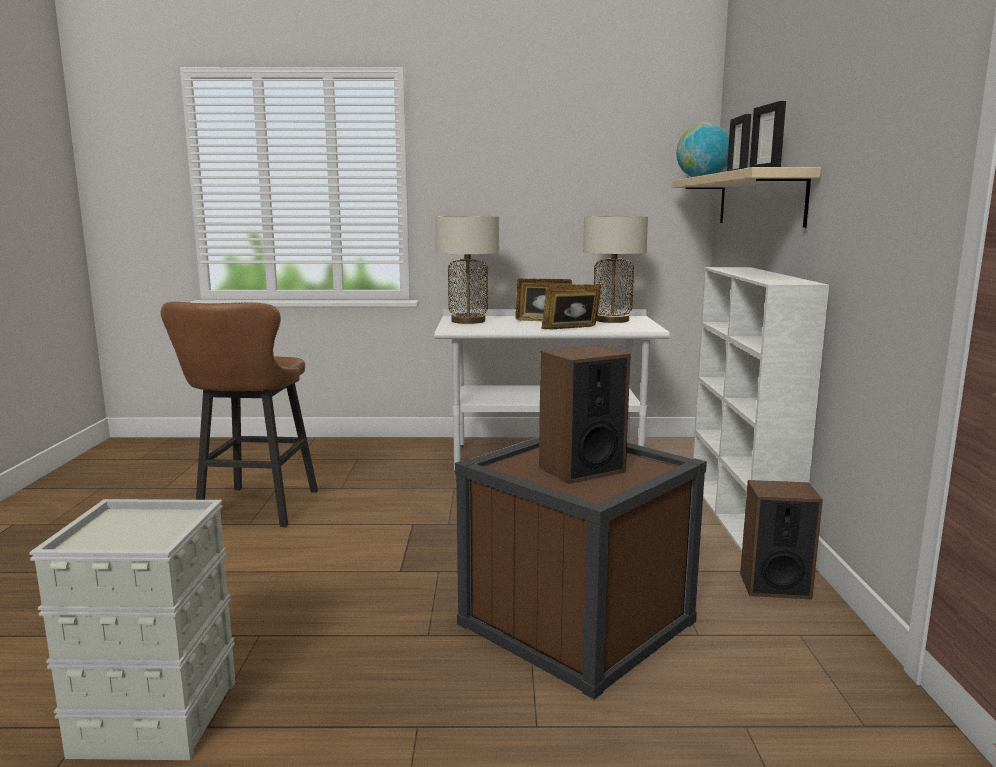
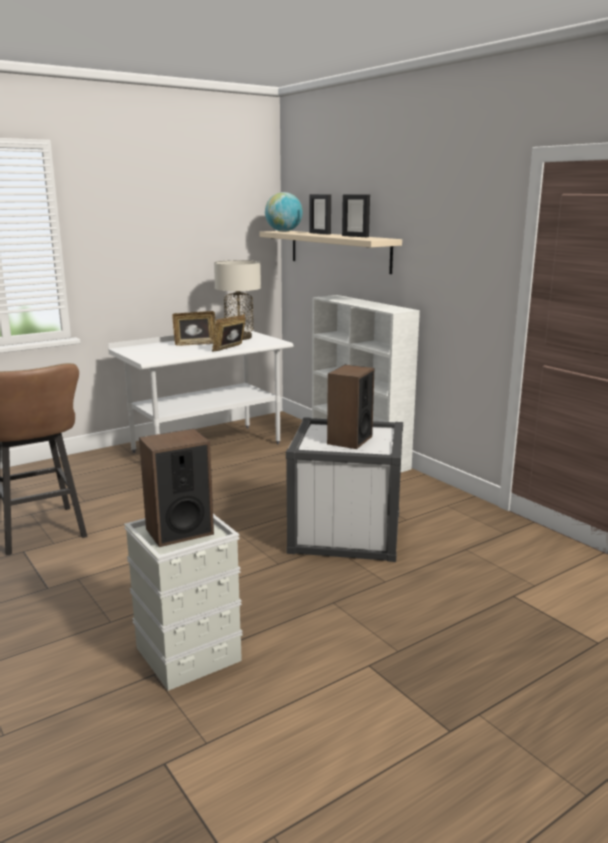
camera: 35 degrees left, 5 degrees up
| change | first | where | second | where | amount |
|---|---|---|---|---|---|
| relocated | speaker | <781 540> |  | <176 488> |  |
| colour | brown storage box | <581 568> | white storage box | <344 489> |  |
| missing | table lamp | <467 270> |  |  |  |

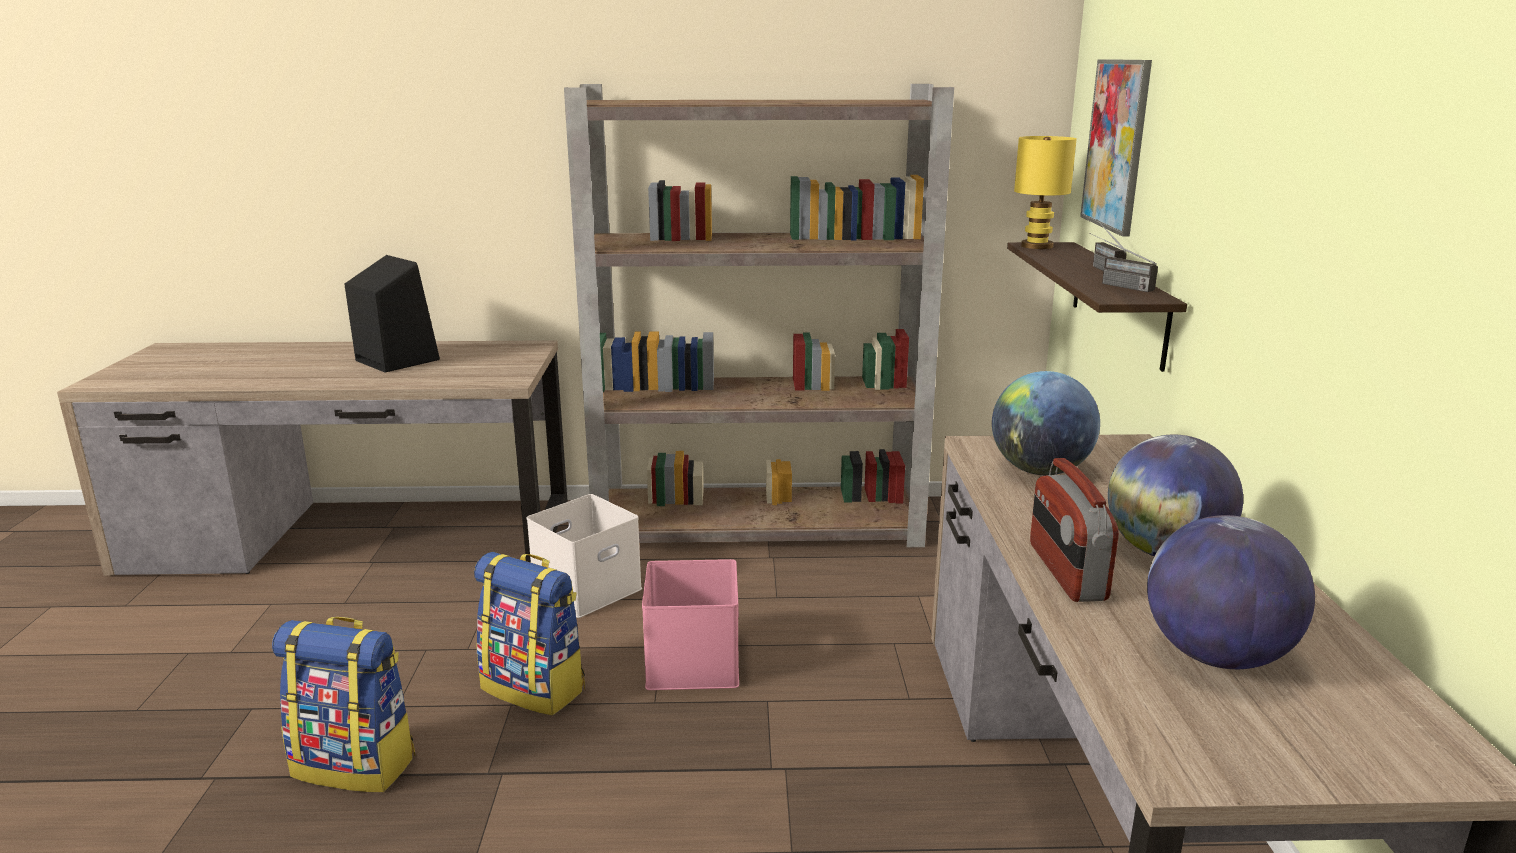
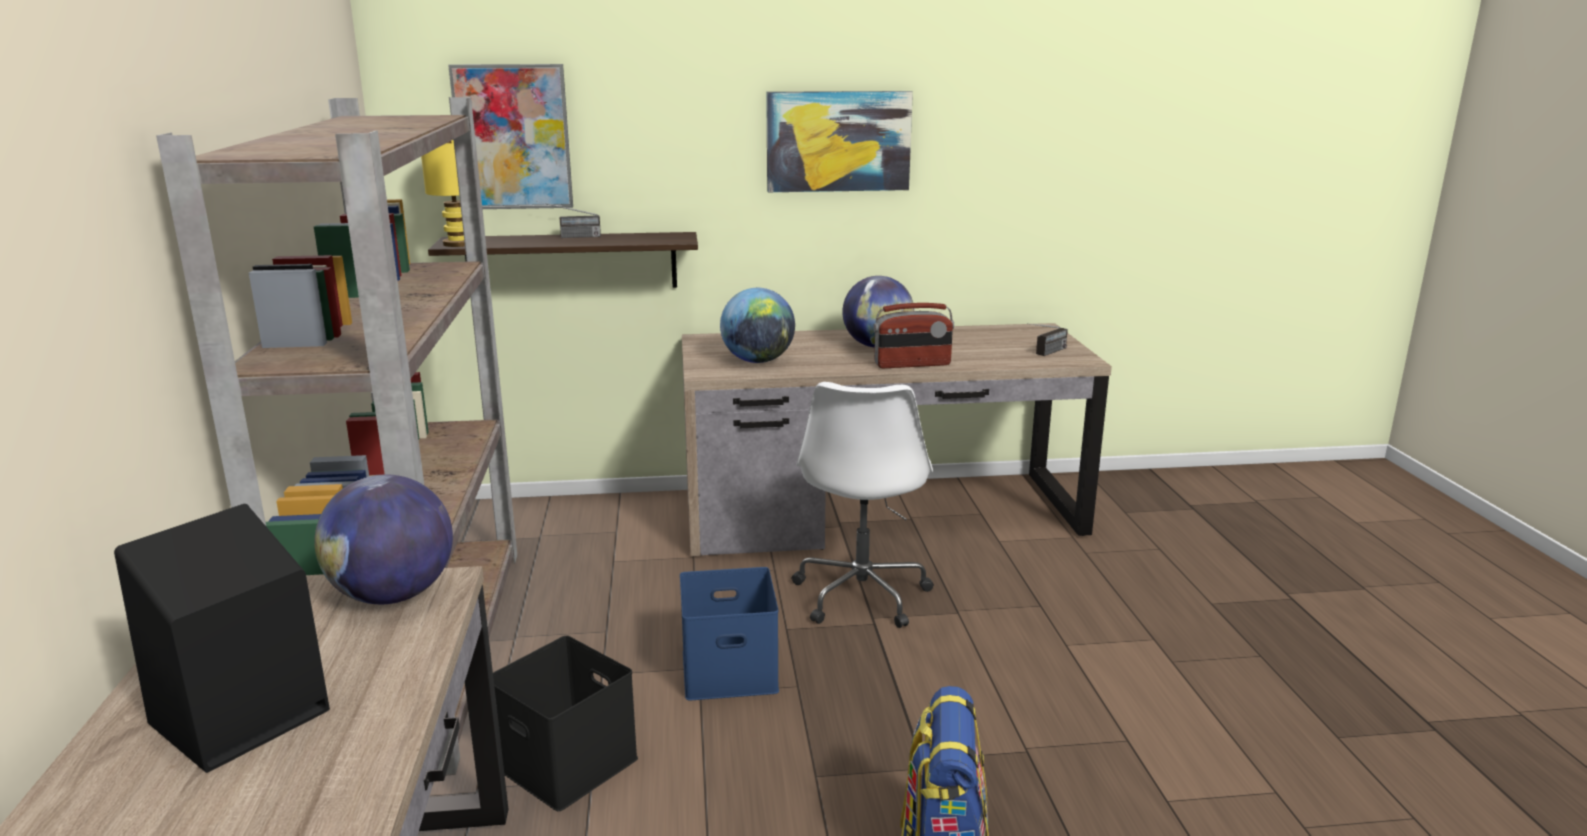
camera: 95 degrees left, 0 degrees up
| change | first | where | second | where | amount |
|---|---|---|---|---|---|
| relocated | globe | <1231 592> |  | <383 539> |  |
| colour | white storage box | <584 556> | black storage box | <565 723> |  |
| colour | pink storage box | <690 624> | blue storage box | <729 633> |  |
| appeared |  |  | picture | <839 141> |  |
| appeared |  |  | white office chair | <862 505> |  |
| relocated | radio | <1123 262> |  | <1047 339> |  |
| missing | backpack | <529 634> |  |  |  |

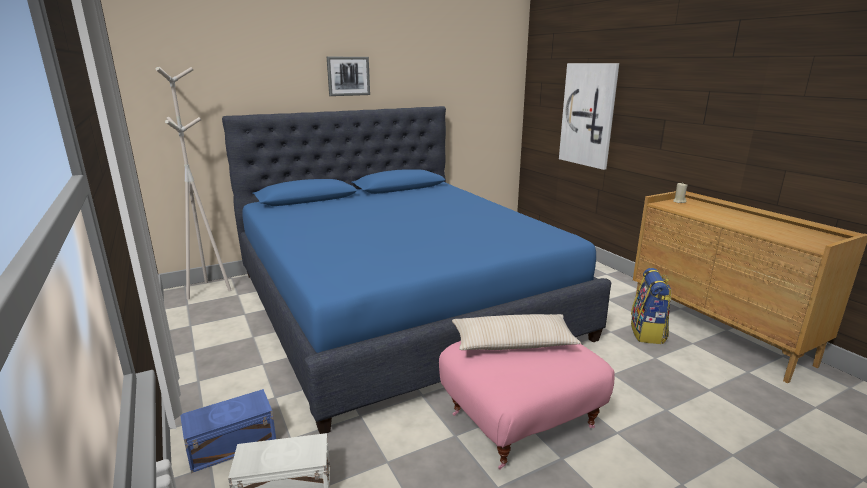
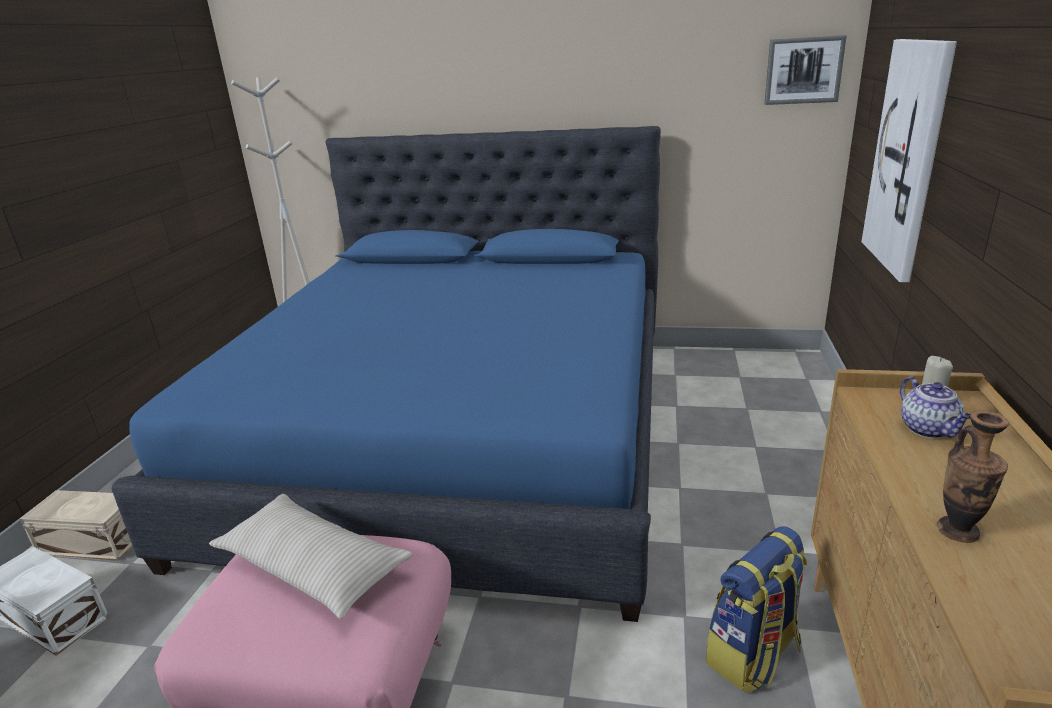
camera: 40 degrees right, 5 degrees up
| change | first | where | second | where | amount |
|---|---|---|---|---|---|
| colour | blue storage box | <228 431> | beige storage box | <76 525> |  |
| relocated | picture | <348 76> |  | <806 70> |  |
| appeared |  |  | teapot | <935 407> |  |
| appeared |  |  | vase | <973 477> |  |

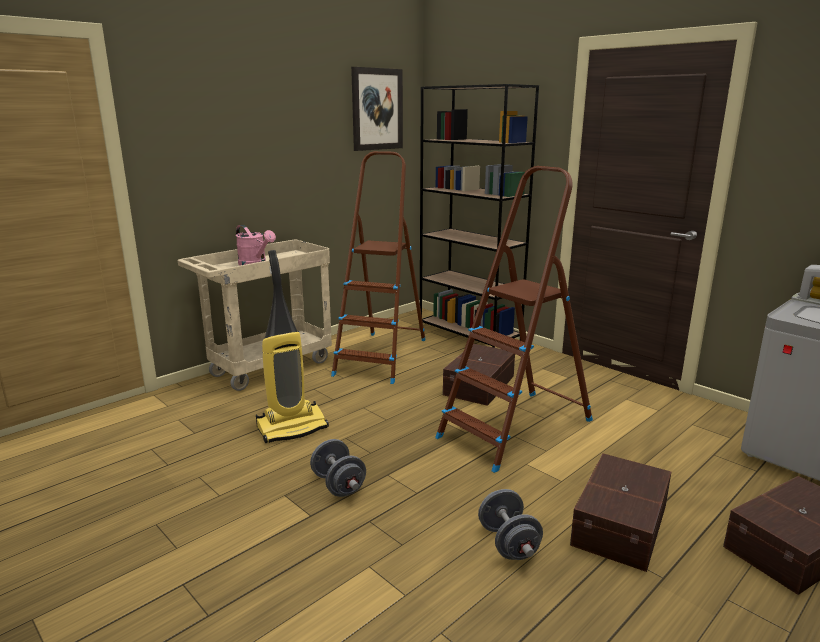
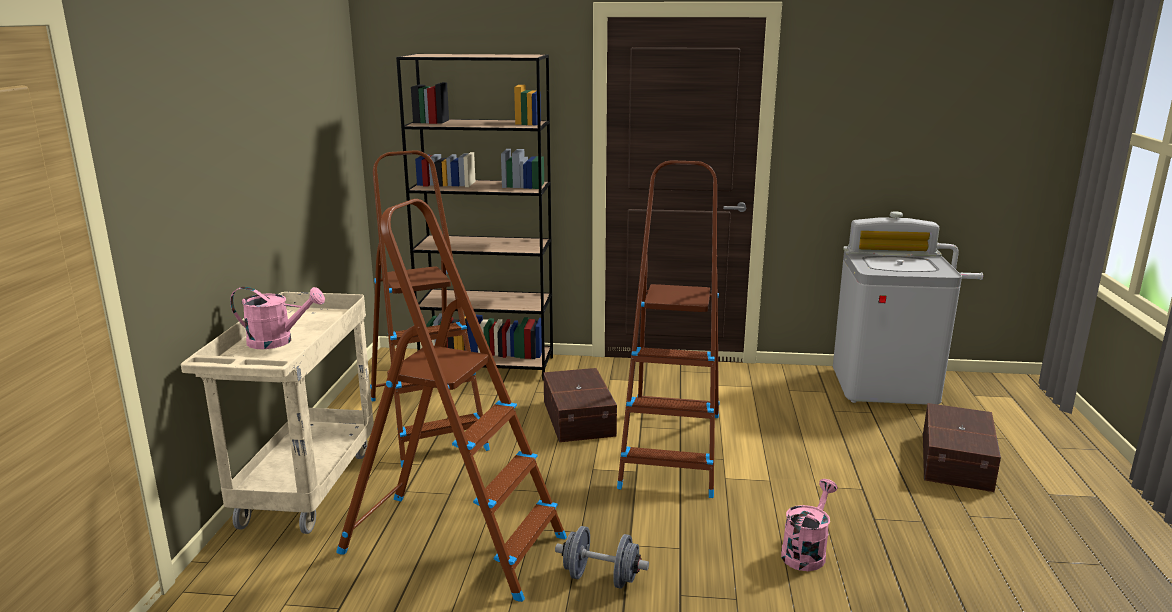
camera: 40 degrees left, 0 degrees up
| change | first | where | second | where | amount |
|---|---|---|---|---|---|
| exchanged | vacuum cleaner | <292 346> | brown step ladder | <451 400> |  |
| exchanged | grey dumbbell | <510 524> | pink watering can | <809 525> |  |
| missing | picture | <377 109> |  |  |  |
| missing | brown storage box | <620 512> |  |  |  |

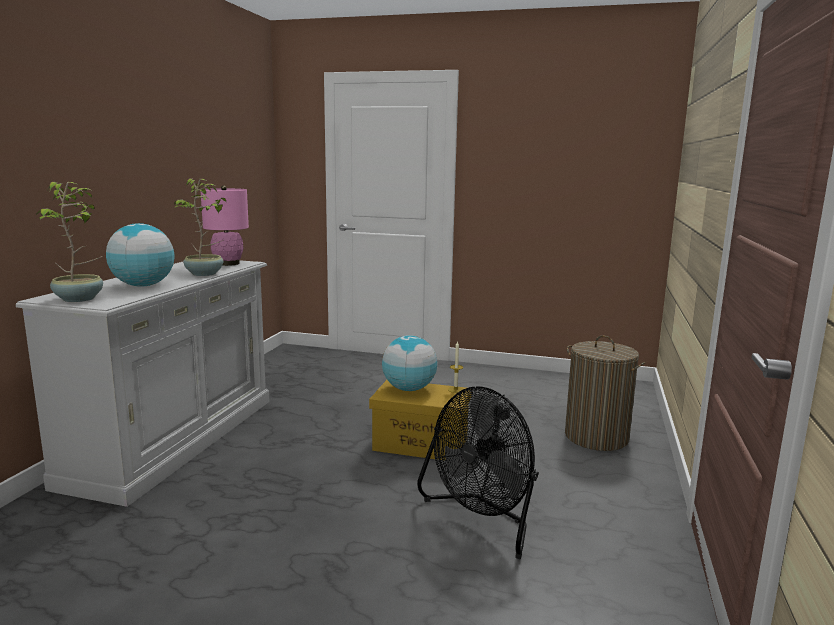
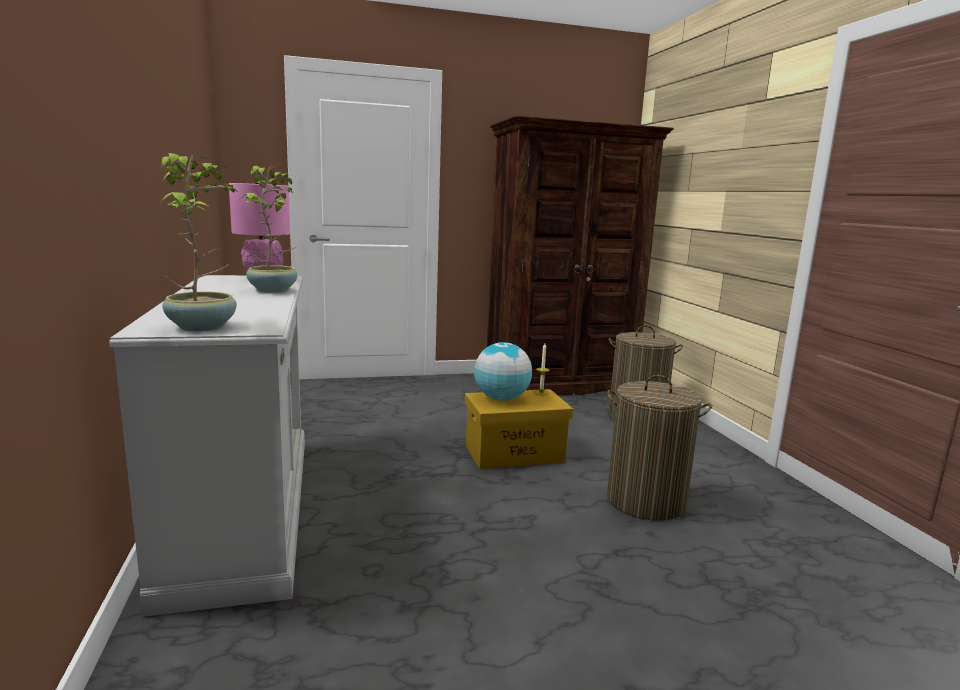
camera: 30 degrees left, 0 degrees up
| change | first | where | second | where | amount |
|---|---|---|---|---|---|
| appeared |  |  | brown wardrobe | <580 256> |  |
| exchanged | black fan | <478 472> | laundry basket | <659 447> |  |
| missing | globe | <140 255> |  |  |  |

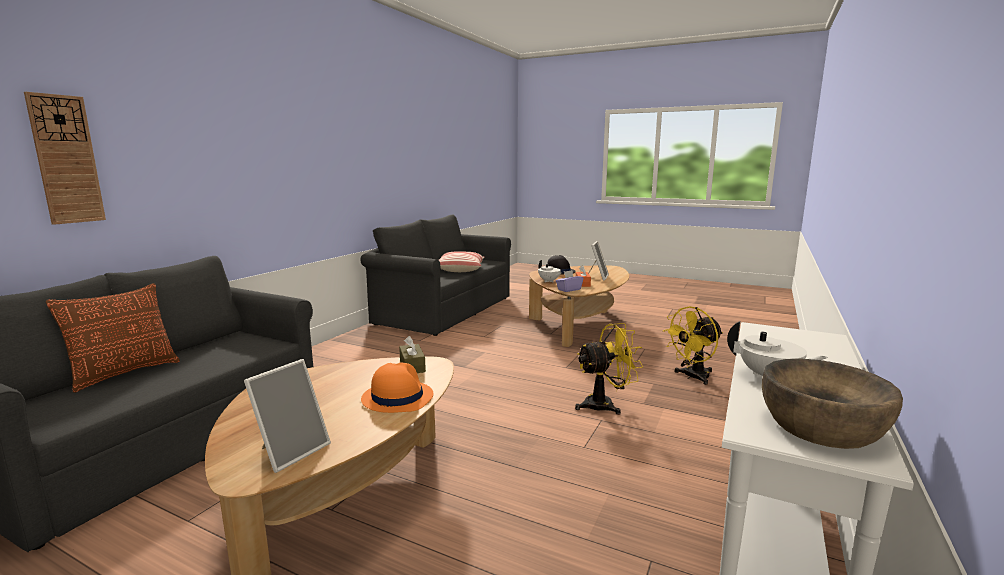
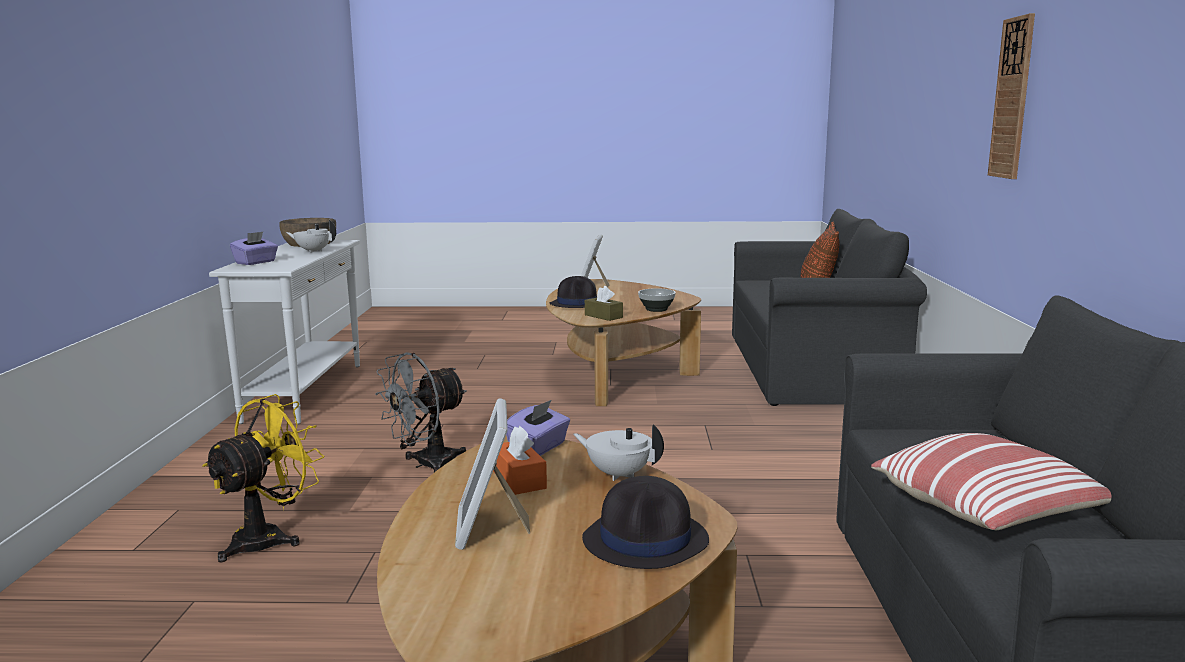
camera: 155 degrees right, 0 degrees up
| change | first | where | second | where | amount |
|---|---|---|---|---|---|
| appeared |  |  | purple tissue box | <254 248> |  |
| colour | yellow fan | <609 369> | grey fan | <421 412> |  |
| colour | orange hat | <397 388> | black hat | <573 292> |  |
| appeared |  |  | bowl | <657 300> |  |
| relocated | wall clock | <65 158> |  | <1011 96> |  |

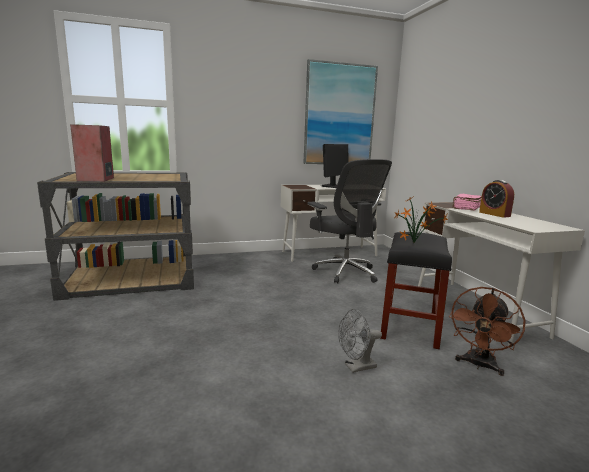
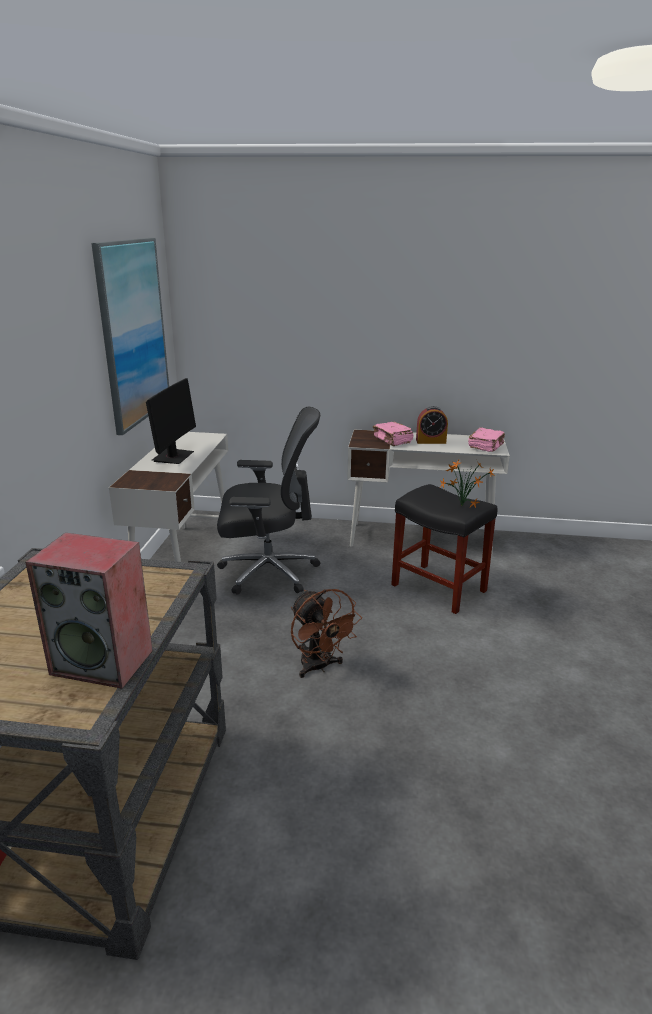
camera: 65 degrees left, 10 degrees up
| change | first | where | second | where | amount |
|---|---|---|---|---|---|
| spun | monitor | <335 166> |  | <171 421> | 45 degrees clockwise |
| relocated | brown fan | <487 331> |  | <326 633> |  |
| appeared |  |  | pink book | <486 440> |  |
| missing | grey fan | <360 341> |  |  |  |

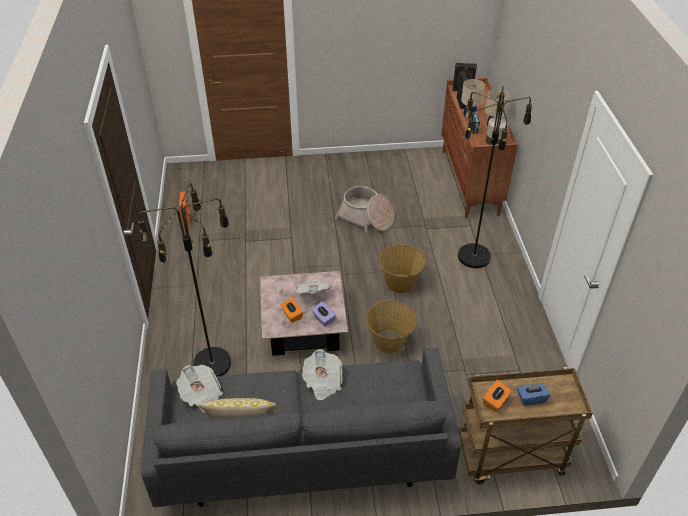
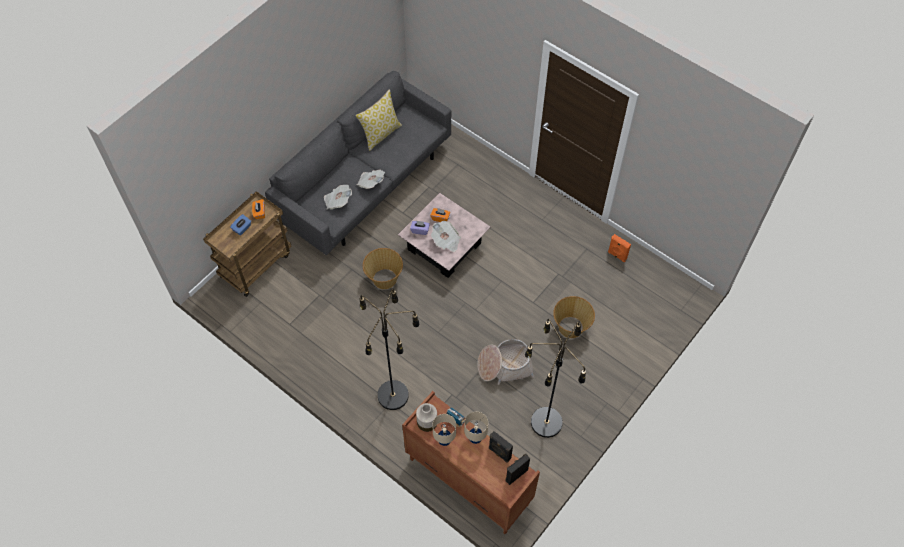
camera: 135 degrees right, 15 degrees up
| change | first | where | second | where | amount |
|---|---|---|---|---|---|
| relocated | newspaper | <199 388> |  | <338 197> |  |
| relocated | floor lamp | <184 279> |  | <555 378> |  |
| relocated | basket | <402 269> |  | <574 317> |  |

